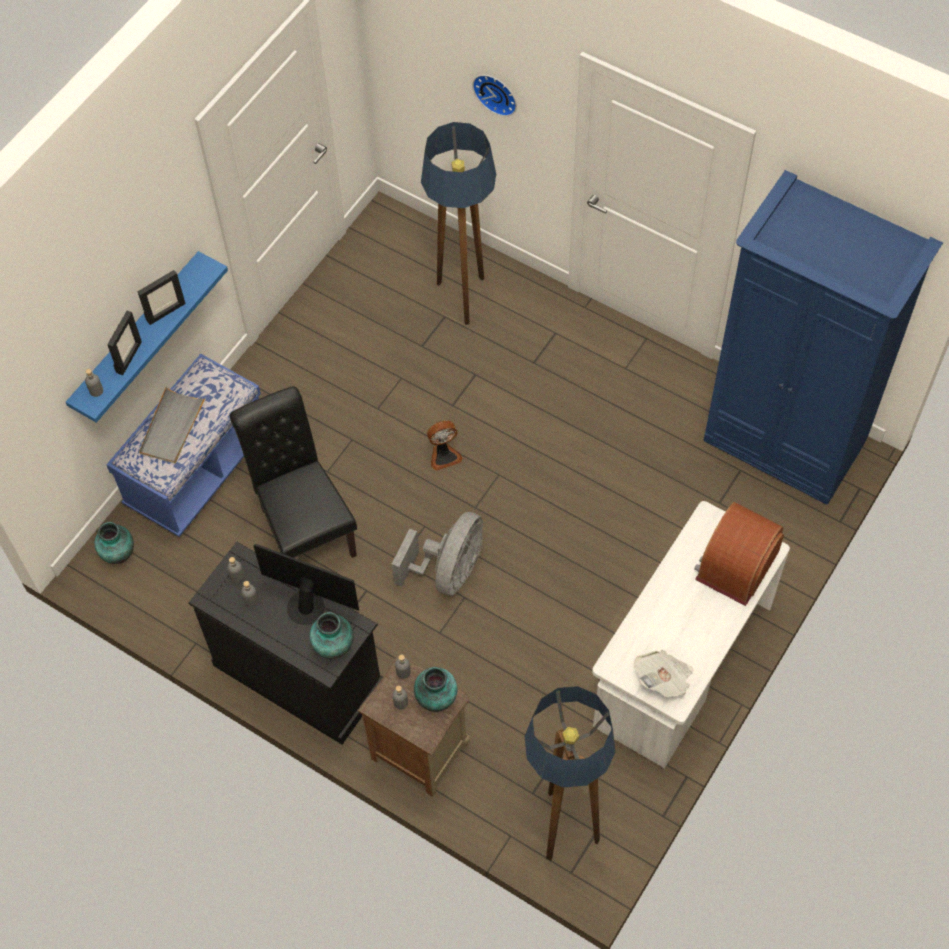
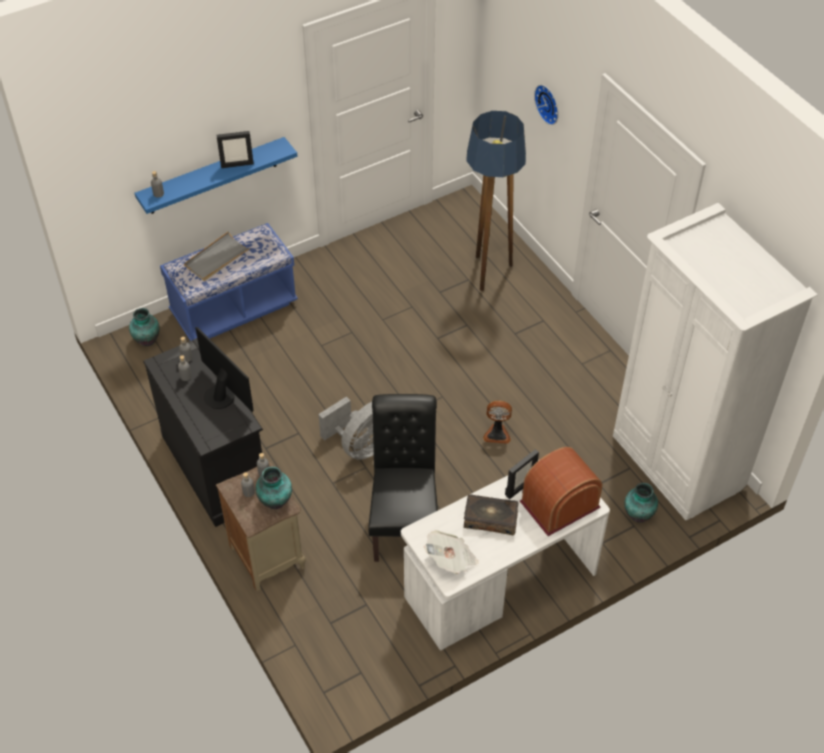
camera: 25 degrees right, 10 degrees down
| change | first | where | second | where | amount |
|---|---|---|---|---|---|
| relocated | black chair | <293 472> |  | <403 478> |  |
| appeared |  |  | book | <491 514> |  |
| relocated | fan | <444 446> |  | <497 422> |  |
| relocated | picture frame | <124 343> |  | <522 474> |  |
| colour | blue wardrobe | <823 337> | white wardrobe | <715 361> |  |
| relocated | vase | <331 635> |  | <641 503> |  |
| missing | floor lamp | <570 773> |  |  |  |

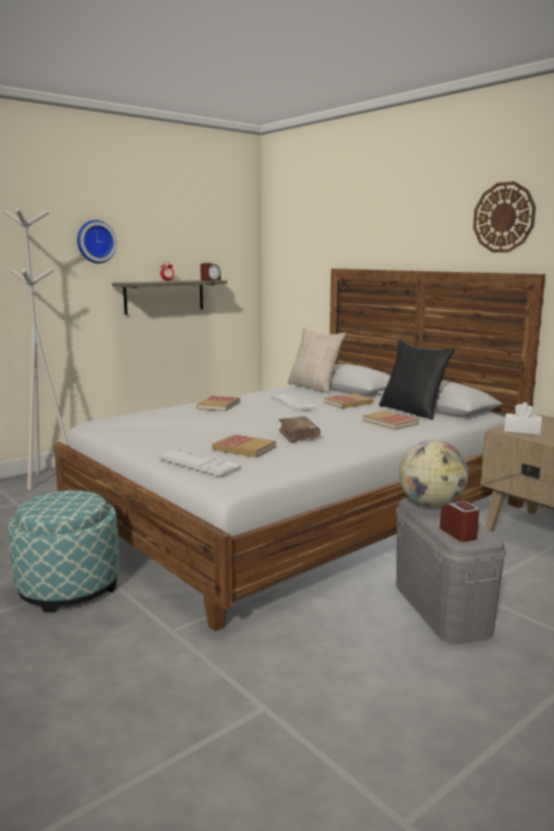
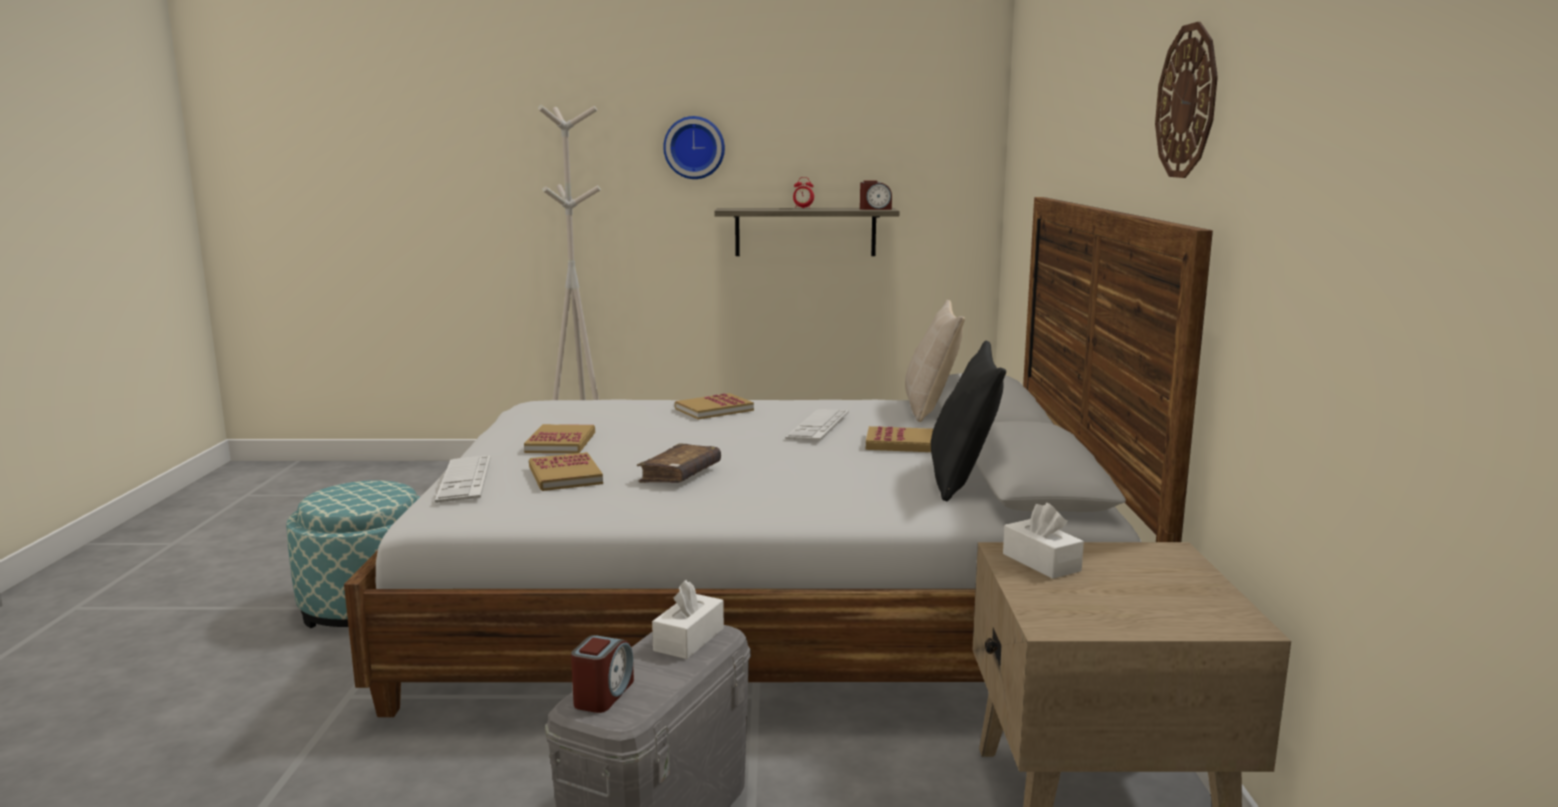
camera: 40 degrees right, 0 degrees up
| change | first | where | second | where | amount |
|---|---|---|---|---|---|
| relocated | book | <391 420> |  | <559 438> |  |
| exchanged | globe | <433 473> | white tissue box | <688 619> |  |

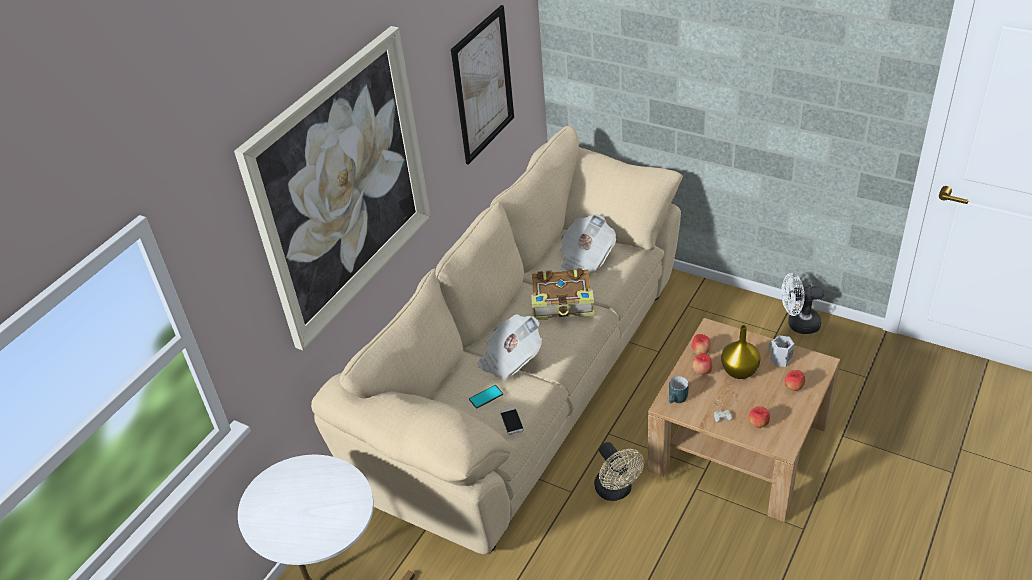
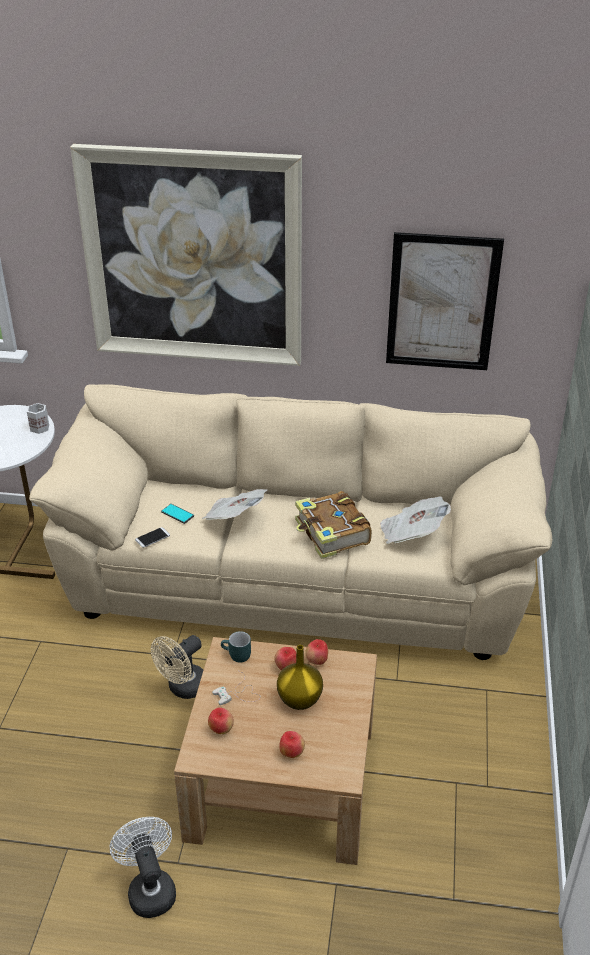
camera: 65 degrees right, 5 degrees down
| change | first | where | second | where | amount |
|---|---|---|---|---|---|
| relocated | white mug | <781 351> |  | <38 418> |  |
| relocated | white fan | <802 303> |  | <143 867> |  |

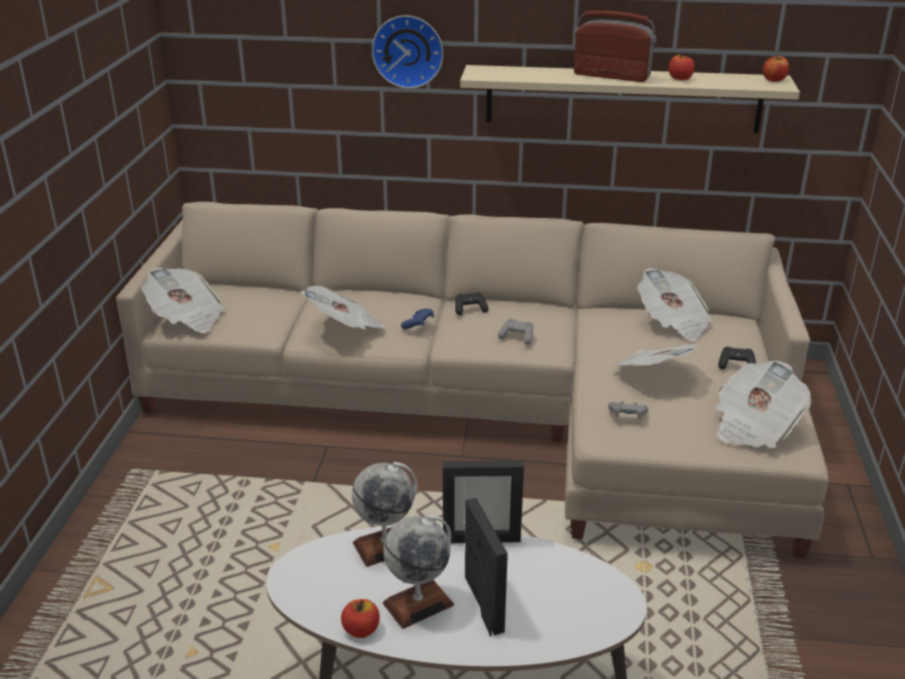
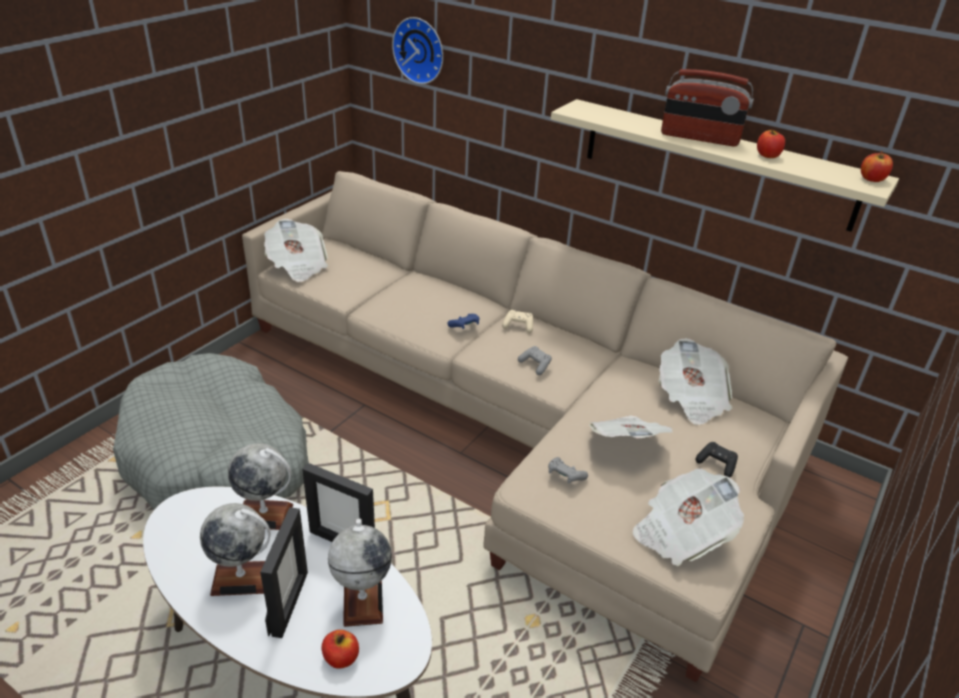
camera: 25 degrees right, 5 degrees up
| change | first | where | second | where | amount |
|---|---|---|---|---|---|
| appeared |  |  | grey dog bed | <211 431> |  |
| relocated | apple | <360 618> |  | <340 649> |  |
| appeared |  |  | globe | <360 573> |  |
| relocated | wall clock | <407 52> |  | <417 50> |  |
| colour | black game controller | <471 303> | beige game controller | <517 321> |  |
| spun | radio | <615 46> |  | <707 107> | 150 degrees clockwise |
| missing | newspaper | <343 307> |  |  |  |

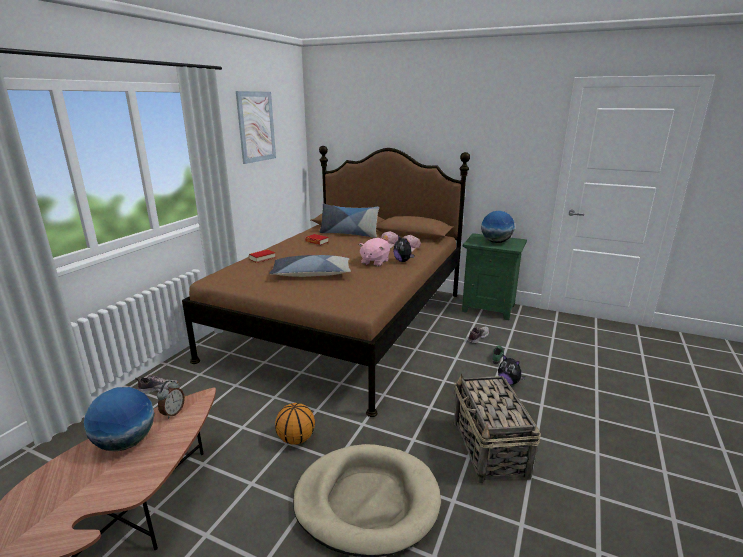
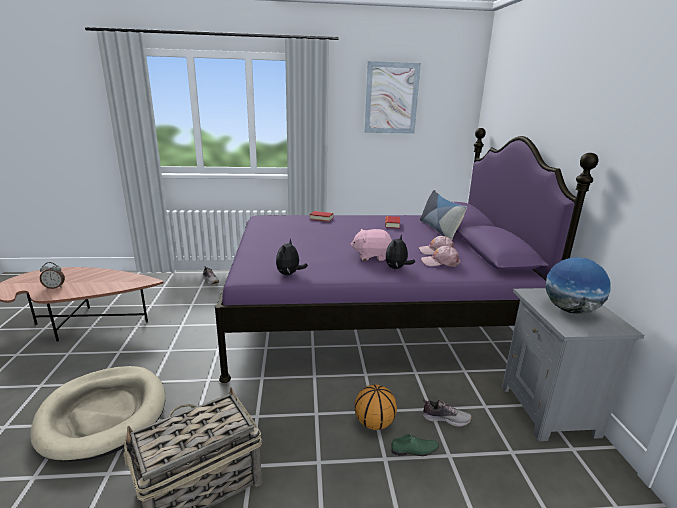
camera: 60 degrees right, 0 degrees up
| change | first | where | second | where | amount |
|---|---|---|---|---|---|
| relocated | alarm clock | <171 399> |  | <52 275> |  |
| colour | brown bed | <326 281> | purple bed | <406 255> |  |
| relocated | plush toy | <511 370> |  | <292 257> |  |
| relocated | basketball | <295 424> |  | <376 407> |  |
| colour | green nightstand | <494 276> | grey nightstand | <573 364> |  |
| missing | globe | <119 419> |  |  |  |
| missing | pillow | <310 266> |  |  |  |

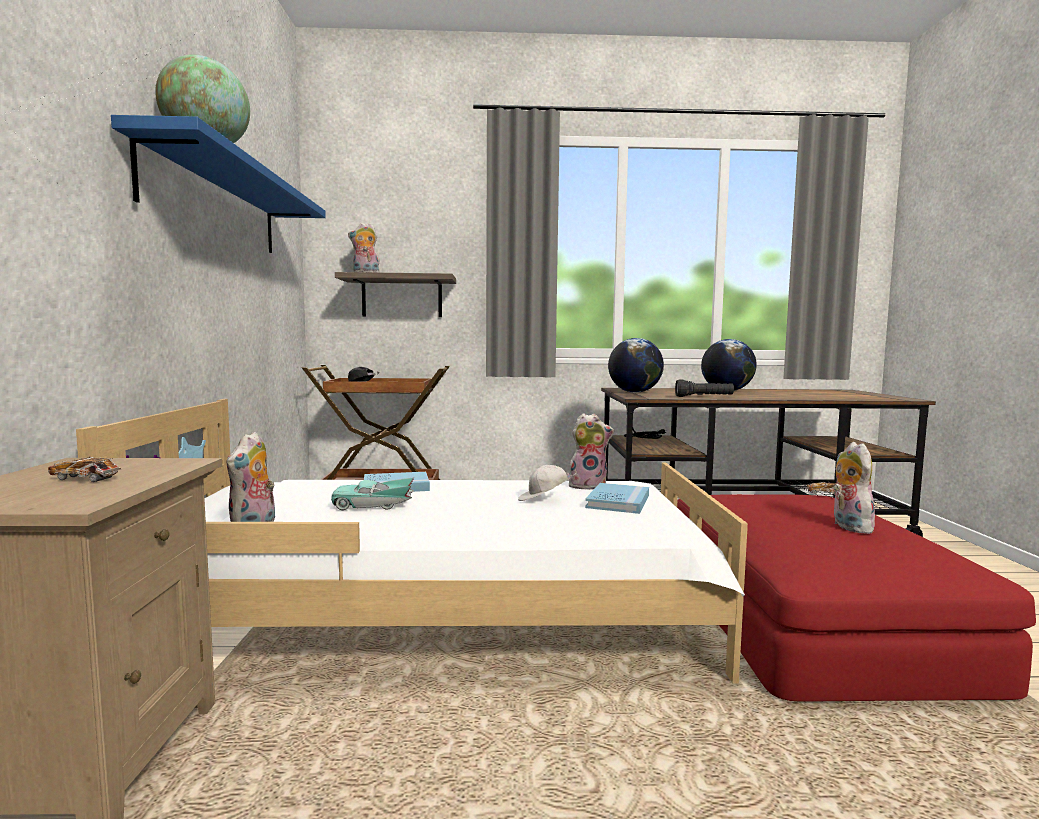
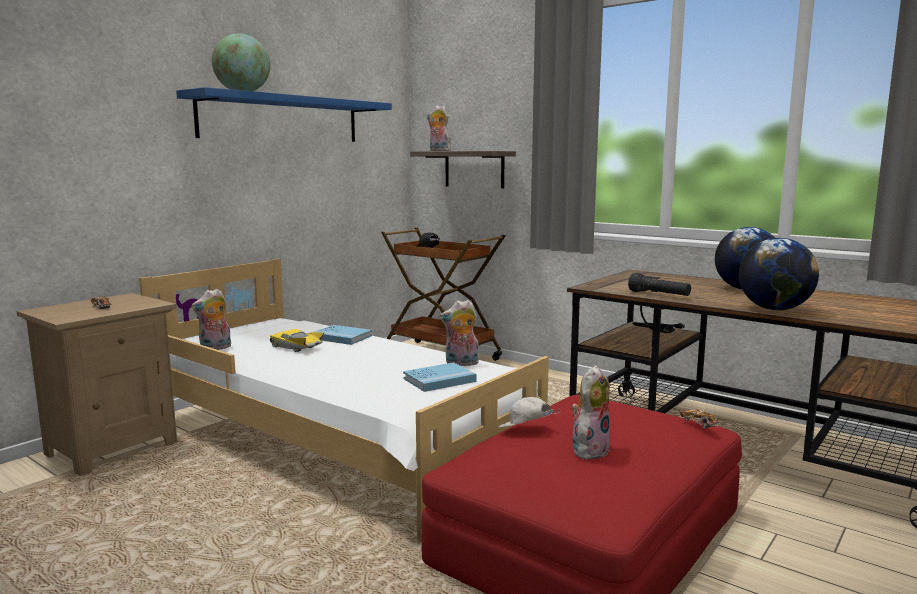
camera: 40 degrees right, 5 degrees up
| change | first | where | second | where | amount |
|---|---|---|---|---|---|
| colour | turquoise toy car | <372 493> | yellow toy car | <297 340> |  |
| spun | plush toy | <591 451> |  | <459 333> | 135 degrees clockwise |
| relocated | white cap | <547 483> |  | <529 412> |  |
| relocated | globe | <636 365> |  | <779 274> |  |

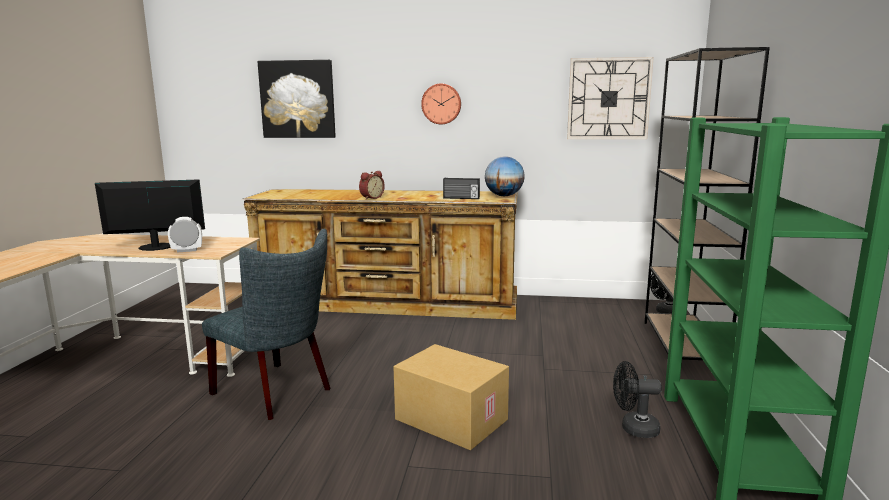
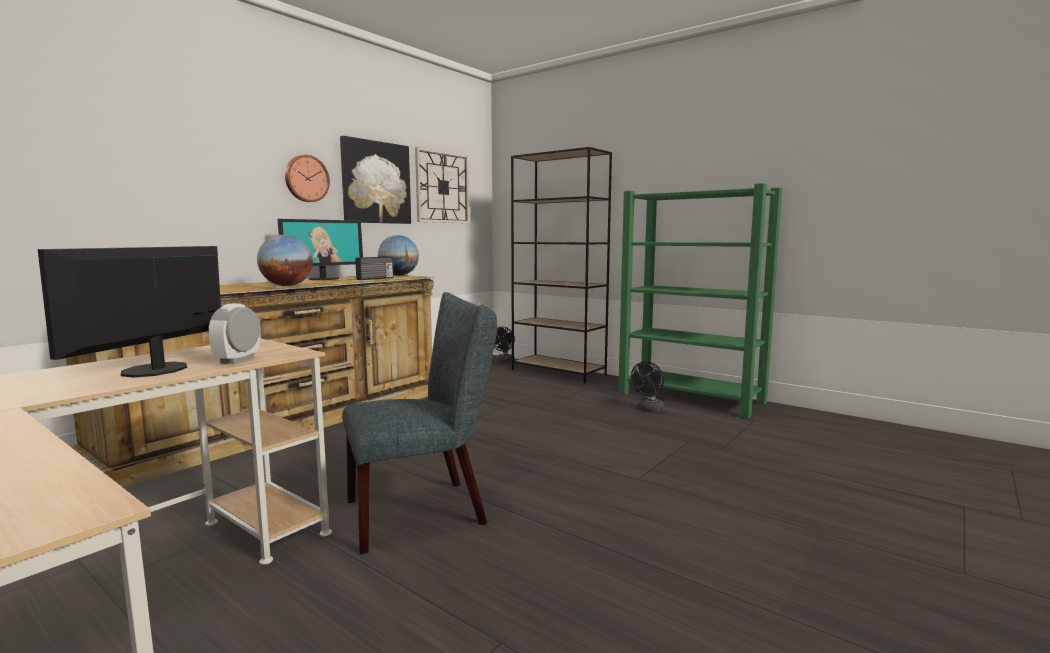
camera: 60 degrees left, 5 degrees down
| change | first | where | second | where | amount |
|---|---|---|---|---|---|
| exchanged | alarm clock | <372 185> | globe | <285 260> |  |
| appeared |  |  | monitor | <320 249> |  |
| relocated | picture | <297 99> |  | <375 180> |  |
| missing | cardboard box | <451 397> |  |  |  |

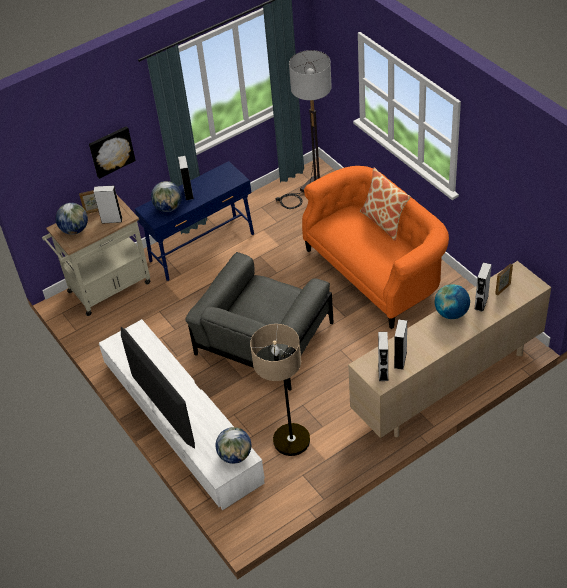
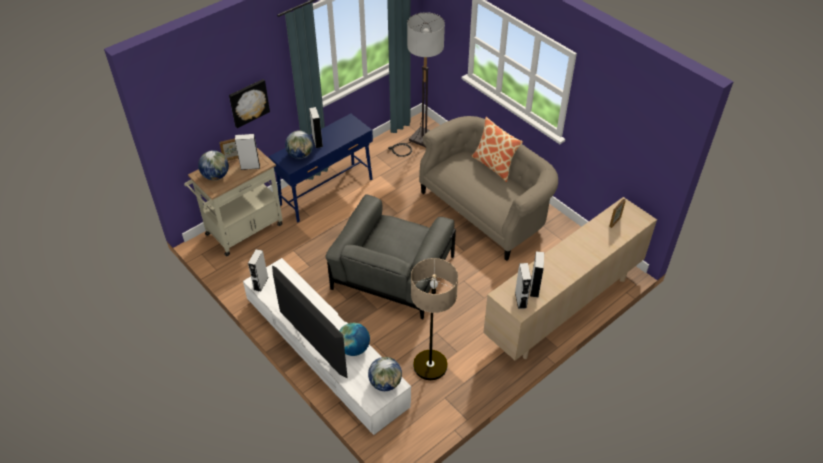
camera: 10 degrees left, 0 degrees up
| change | first | where | second | where | amount |
|---|---|---|---|---|---|
| relocated | grey speaker | <483 287> |  | <258 270> |  |
| relocated | globe | <452 301> |  | <354 339> |  |
| colour | orange sofa | <375 247> | beige sofa | <488 188> |  |

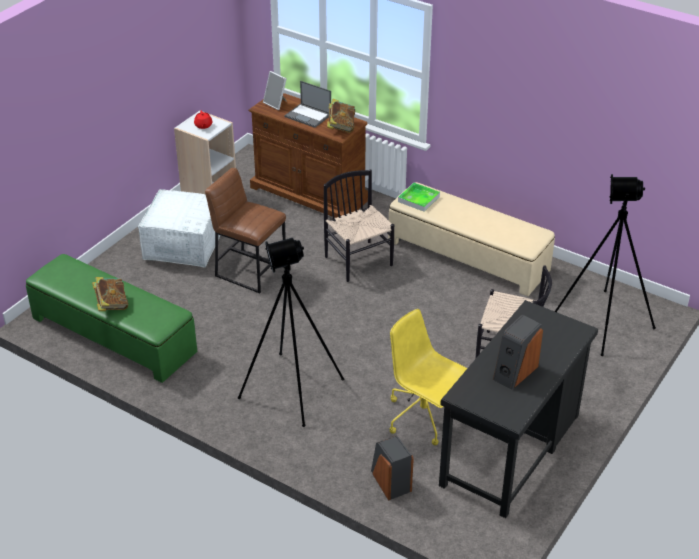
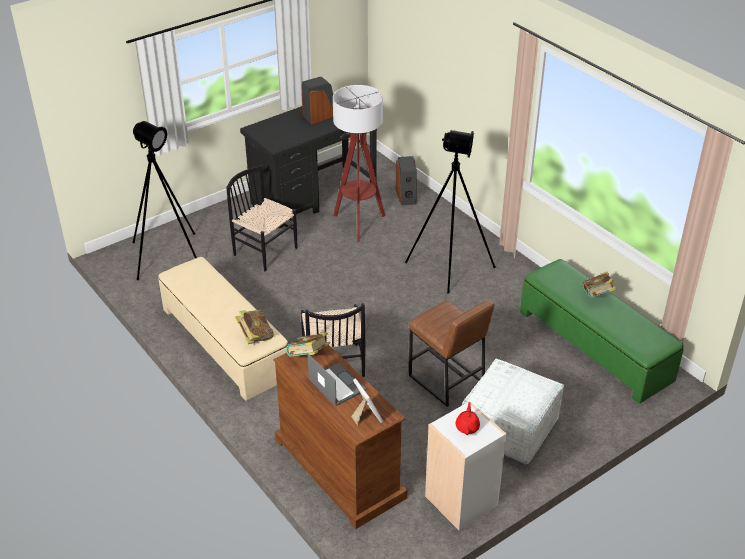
camera: 160 degrees left, 0 degrees up
| change | first | where | second | where | amount |
|---|---|---|---|---|---|
| exchanged | tray | <419 197> | book | <254 327> |  |
| exchanged | yellow office chair | <428 377> | floor lamp | <359 163> |  |

